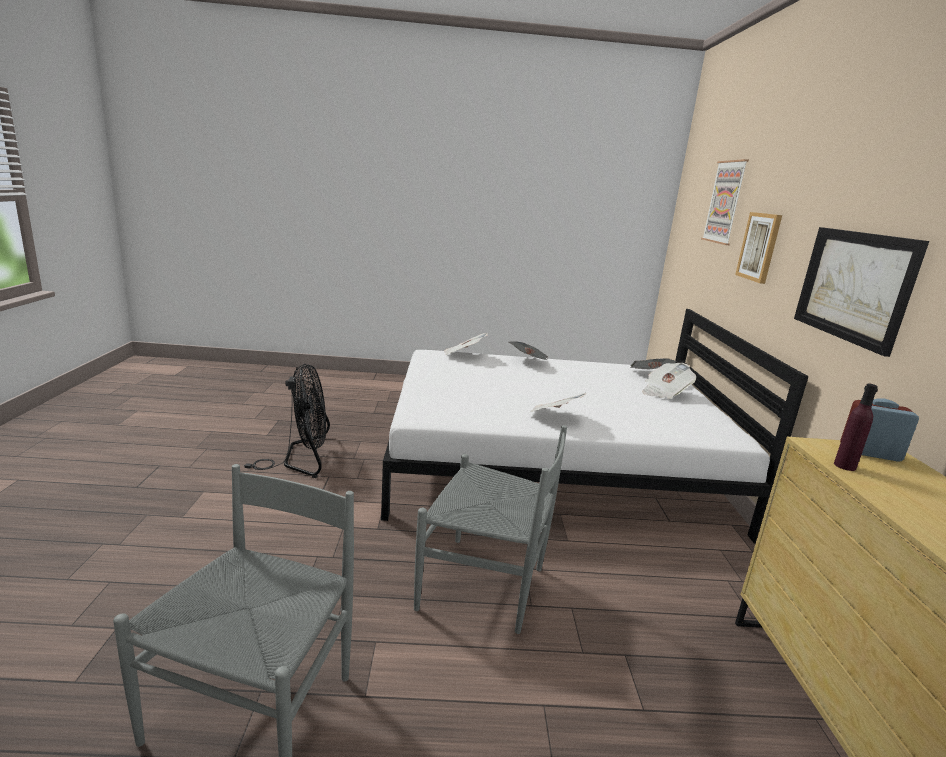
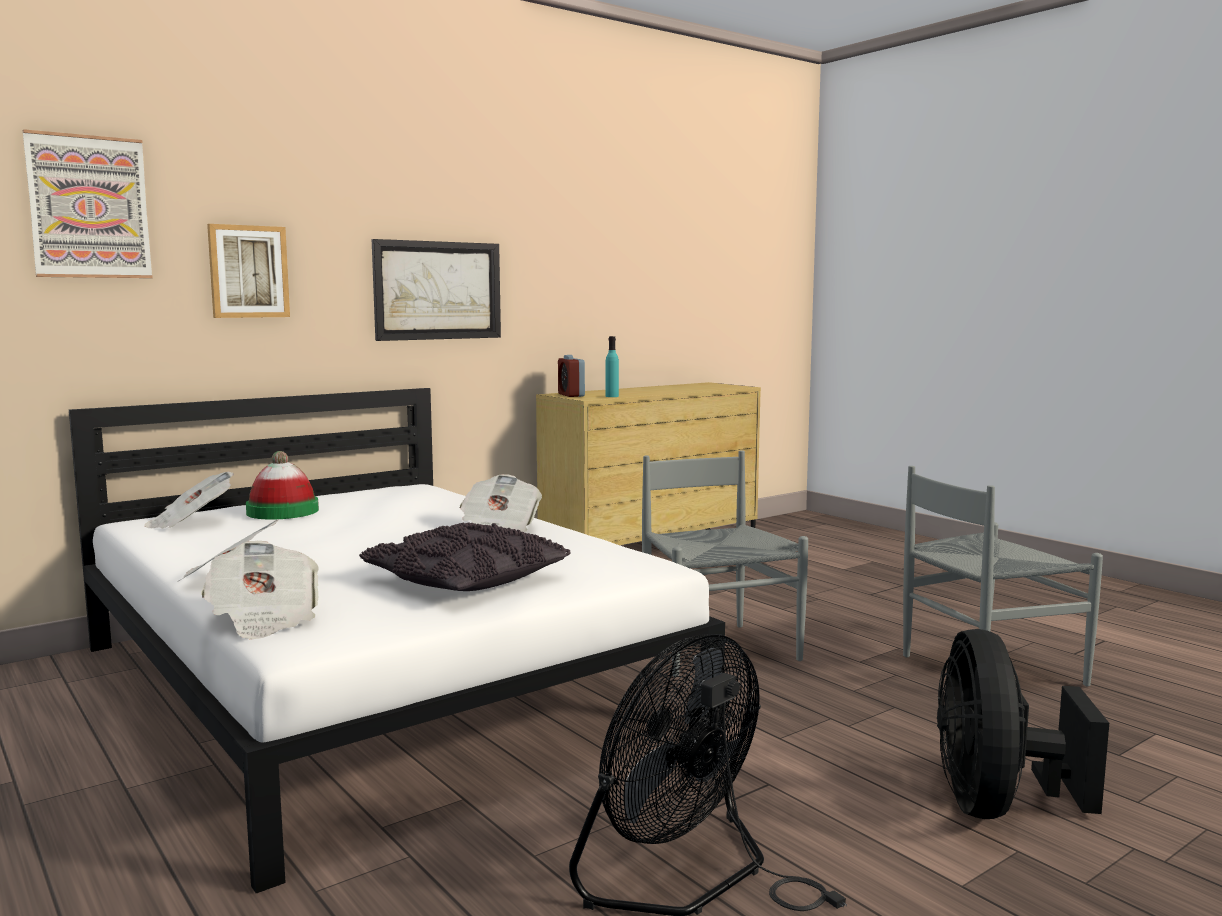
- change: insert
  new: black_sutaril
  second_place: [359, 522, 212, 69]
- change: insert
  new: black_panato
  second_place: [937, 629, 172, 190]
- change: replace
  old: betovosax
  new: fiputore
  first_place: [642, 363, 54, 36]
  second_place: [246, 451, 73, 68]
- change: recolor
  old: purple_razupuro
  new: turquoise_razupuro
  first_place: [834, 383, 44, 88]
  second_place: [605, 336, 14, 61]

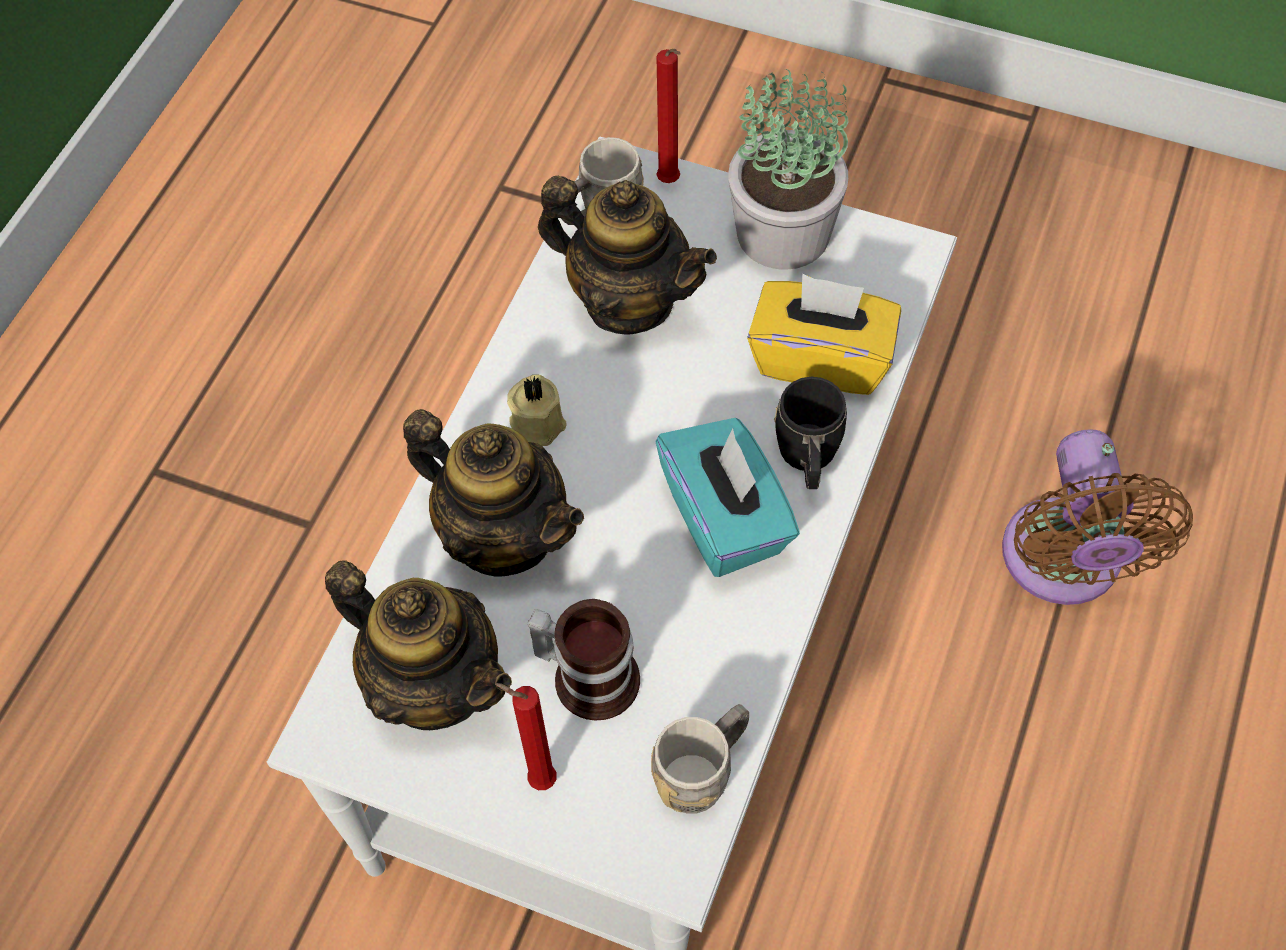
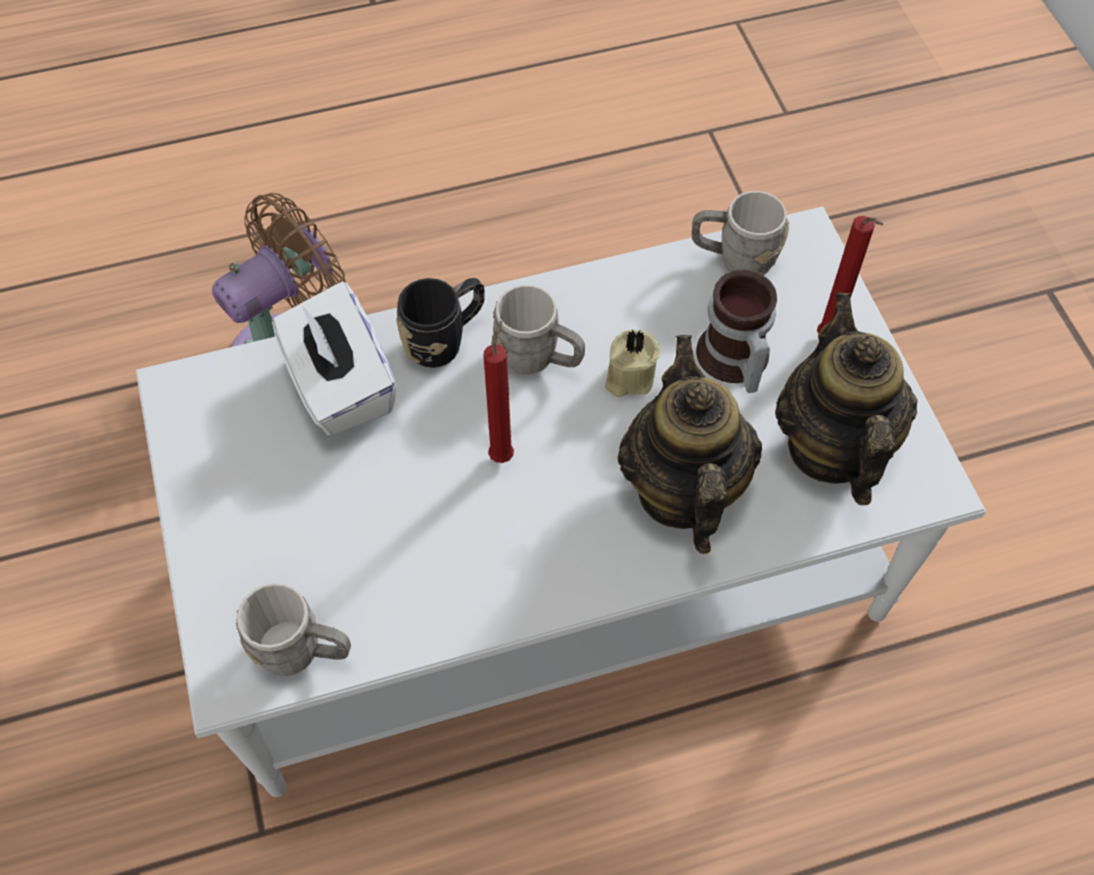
- change: delete
  old: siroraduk
  first_place: [538, 176, 179, 159]
- change: delete
  old: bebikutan
  first_place: [728, 69, 121, 201]
- change: move
  old: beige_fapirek
  first_place: [507, 374, 60, 72]
  second_place: [605, 329, 55, 68]
- change: move
  old: red_fapirek
  first_place: [656, 49, 25, 134]
  second_place: [483, 321, 31, 142]
- change: replace
  old: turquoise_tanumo
  new: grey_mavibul
  first_place: [655, 418, 145, 159]
  second_place: [493, 285, 92, 89]
- change: recolor
  old: yellow_tanumo
  new: white_tanumo
  first_place: [747, 274, 154, 121]
  second_place: [272, 282, 124, 153]

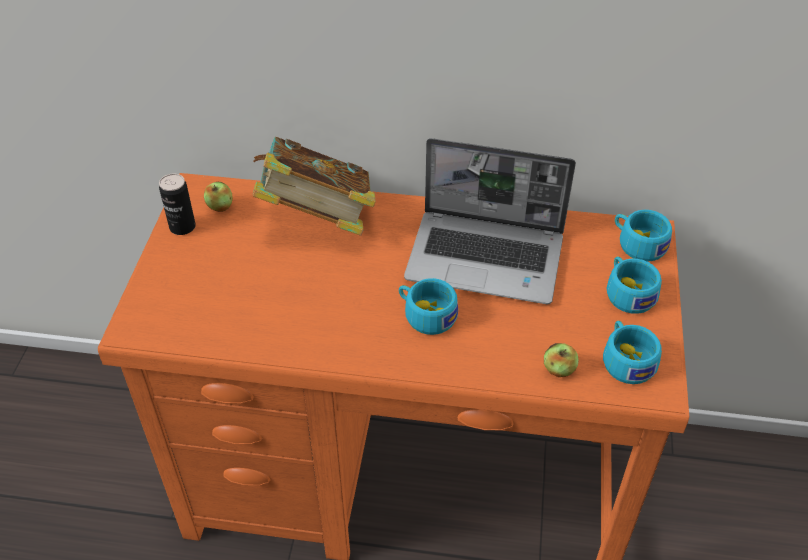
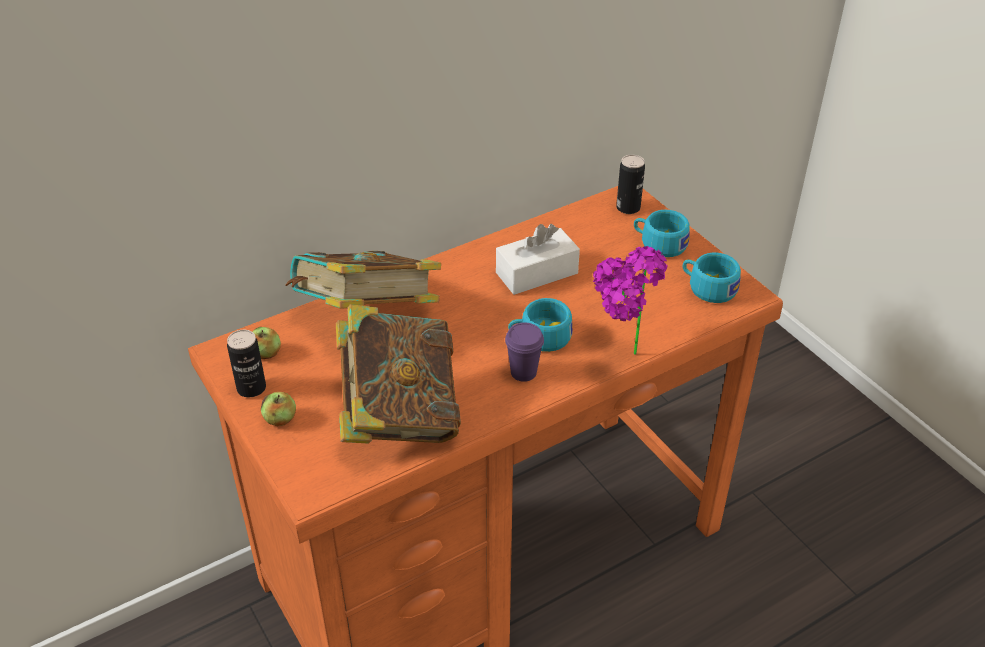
- change: insert
  new: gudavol
  second_place: [336, 304, 125, 140]
- change: insert
  new: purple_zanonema
  second_place: [505, 322, 39, 60]
- change: insert
  new: bebikutan
  second_place: [593, 246, 75, 109]
- change: move
  old: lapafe
  first_place: [544, 343, 35, 34]
  second_place: [261, 392, 35, 34]
- change: replace
  old: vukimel
  new: white_tanumo
  first_place: [404, 138, 172, 166]
  second_place: [496, 224, 84, 71]
- change: replace
  old: turquoise_zanonema
  new: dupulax
  first_place: [615, 210, 57, 52]
  second_place: [616, 155, 29, 59]

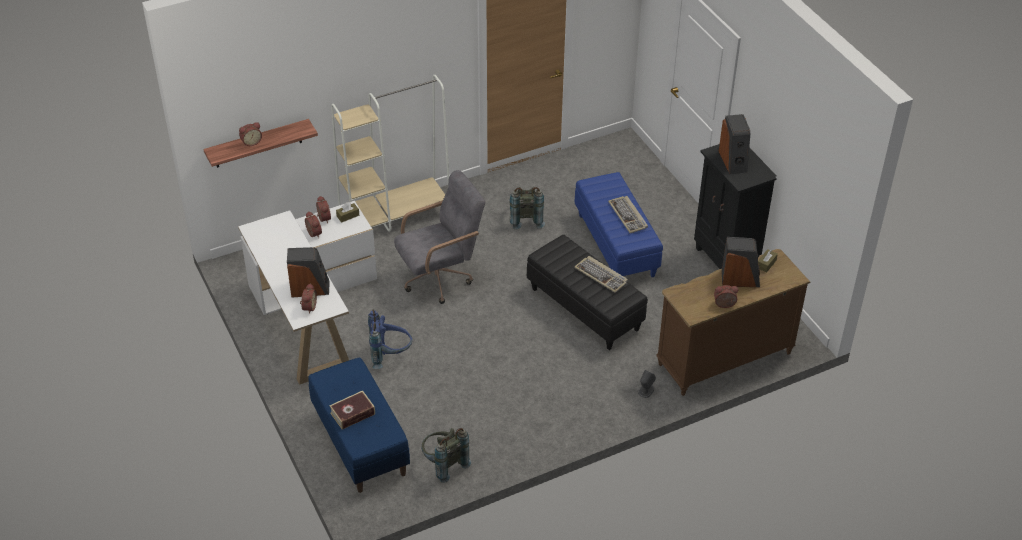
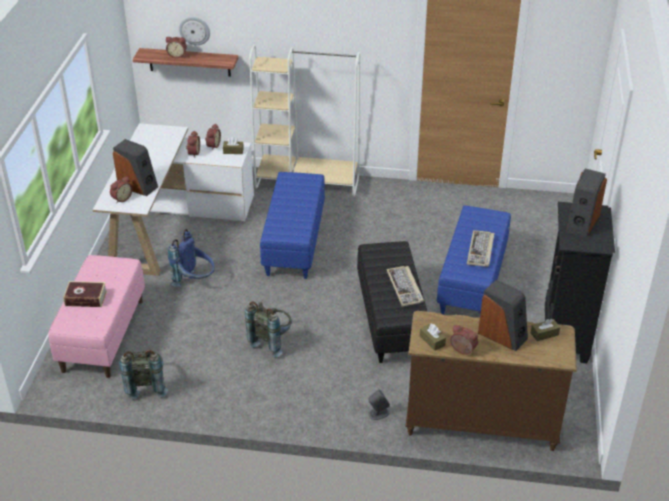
- change: insert
  new: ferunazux
  second_place: [179, 17, 31, 28]
- change: insert
  new: brown_tanumo
  second_place: [420, 323, 26, 28]
- change: move
  old: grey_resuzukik
  first_place: [509, 187, 36, 43]
  second_place: [245, 301, 47, 56]
- change: replace
  old: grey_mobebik
  new: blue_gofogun
  first_place: [394, 170, 91, 134]
  second_place: [260, 172, 65, 107]
- change: recolor
  old: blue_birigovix
  new: pink_birigovix
  first_place: [308, 357, 102, 136]
  second_place: [48, 255, 97, 123]

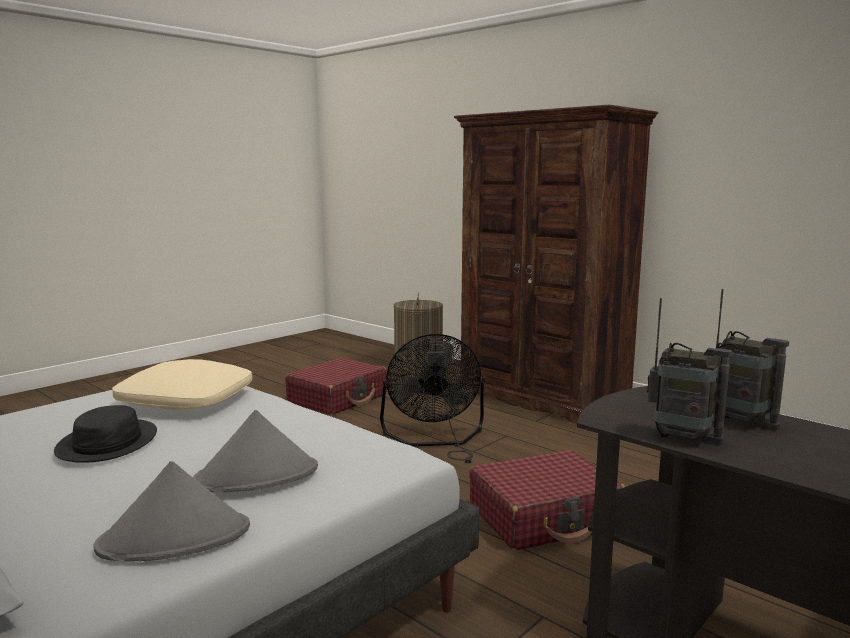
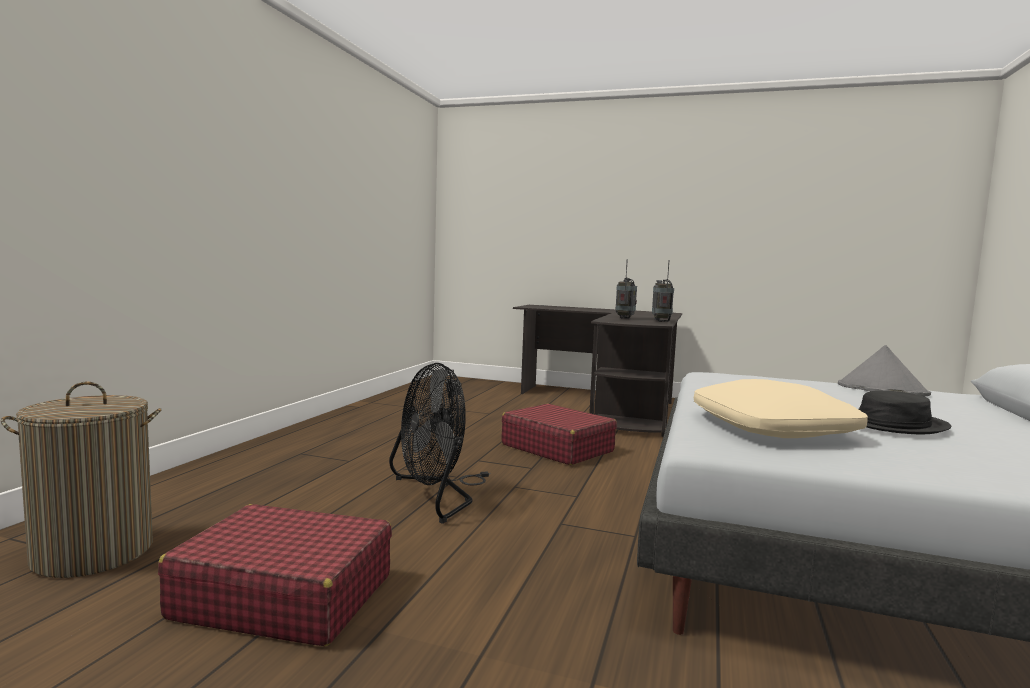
- change: delete
  old: grey_fiputore
  first_place: [193, 410, 125, 82]
- change: delete
  old: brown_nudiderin
  first_place: [454, 105, 204, 319]

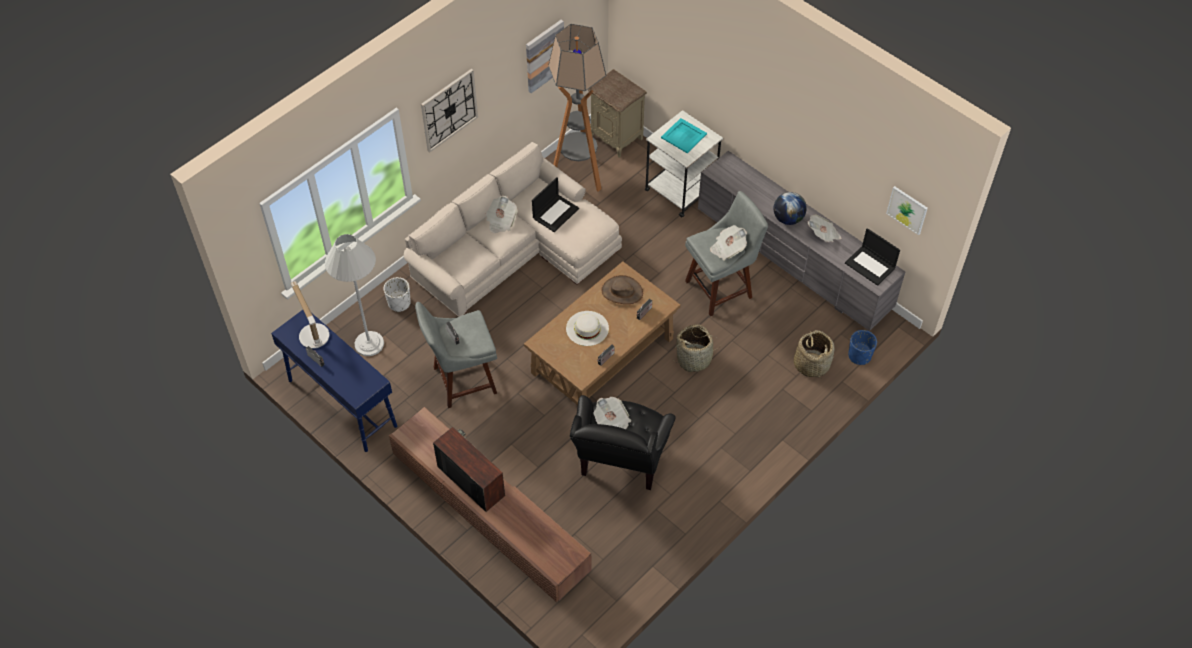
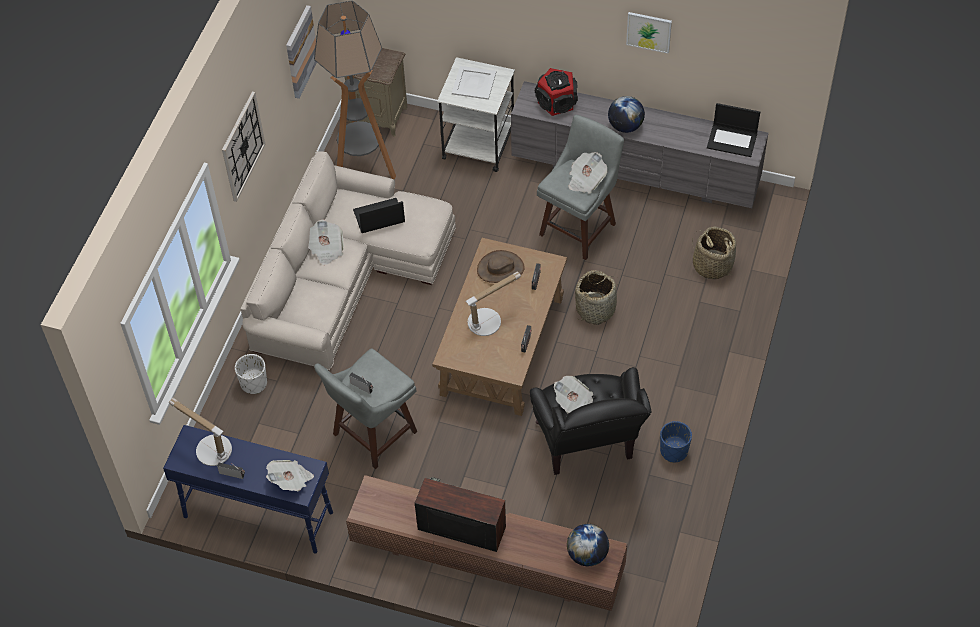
- change: delete
  old: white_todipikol
  first_place: [325, 234, 59, 122]
- change: insert
  new: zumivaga
  second_place: [535, 68, 43, 48]
- change: insert
  new: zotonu
  second_place: [567, 524, 42, 42]
- change: move
  old: betovosax
  first_place: [808, 215, 33, 27]
  second_place: [266, 460, 48, 31]
- change: move
  old: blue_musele
  first_place: [848, 330, 29, 35]
  second_place: [660, 421, 32, 42]
- change: move
  old: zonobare
  first_place: [886, 186, 42, 49]
  second_place: [626, 12, 46, 42]
- change: replace
  old: white_fiputore
  new: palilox
  first_place: [566, 311, 43, 35]
  second_place: [466, 271, 55, 65]
- change: recolor
  old: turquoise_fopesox
  new: white_fopesox
  first_place: [661, 118, 46, 35]
  second_place: [452, 66, 44, 34]
- change: rotate
  old: vukimel
  first_place: [532, 177, 47, 55]
  second_place: [353, 198, 52, 35]
  degrees: -120

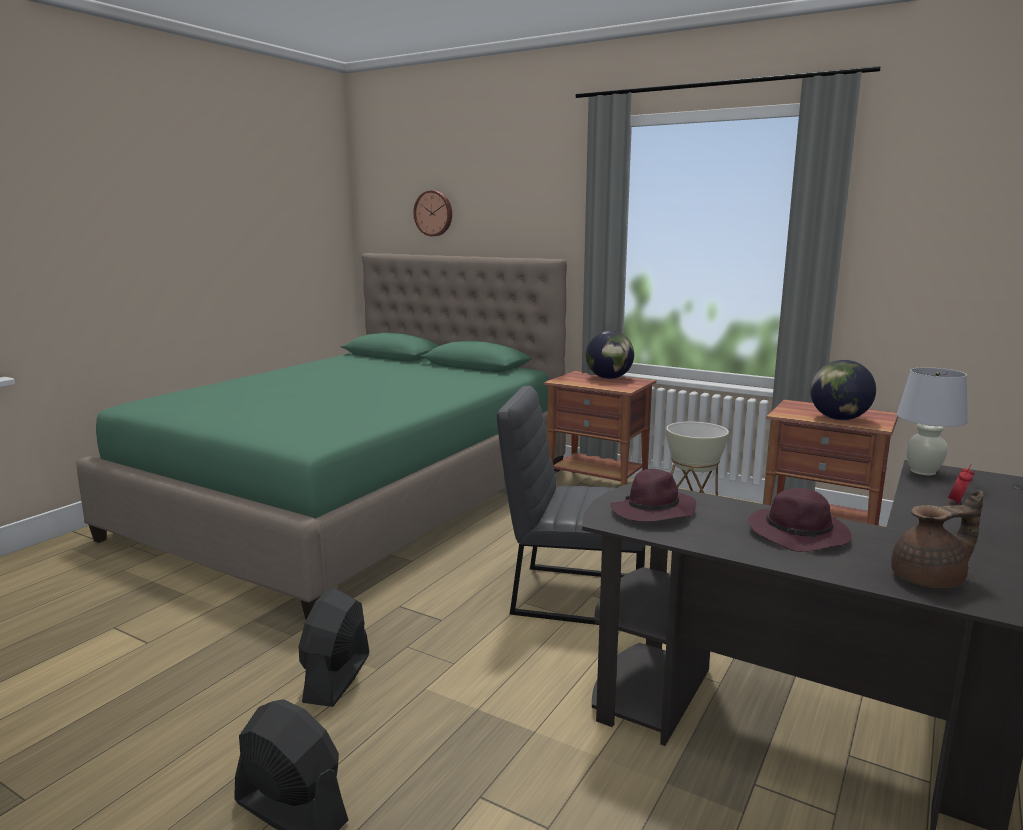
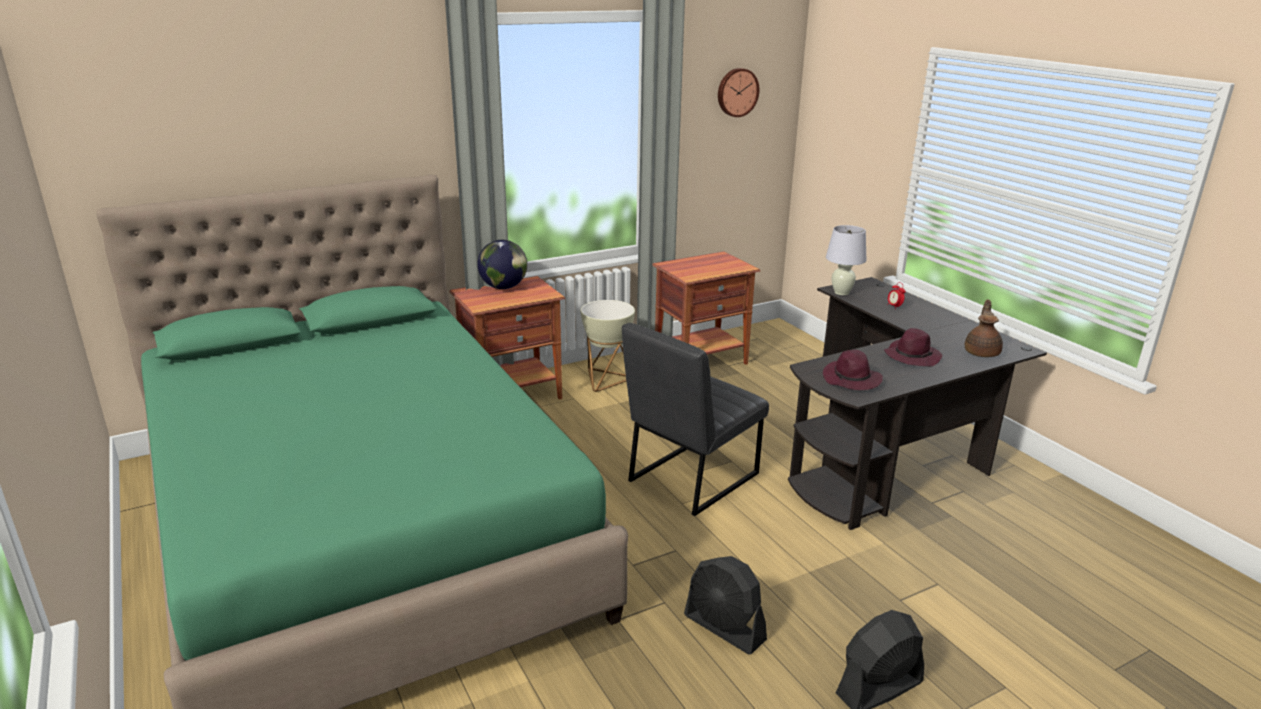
- change: delete
  old: zotonu
  first_place: [810, 360, 66, 60]
- change: move
  old: ferunazux
  first_place: [413, 190, 39, 46]
  second_place: [718, 68, 41, 49]

